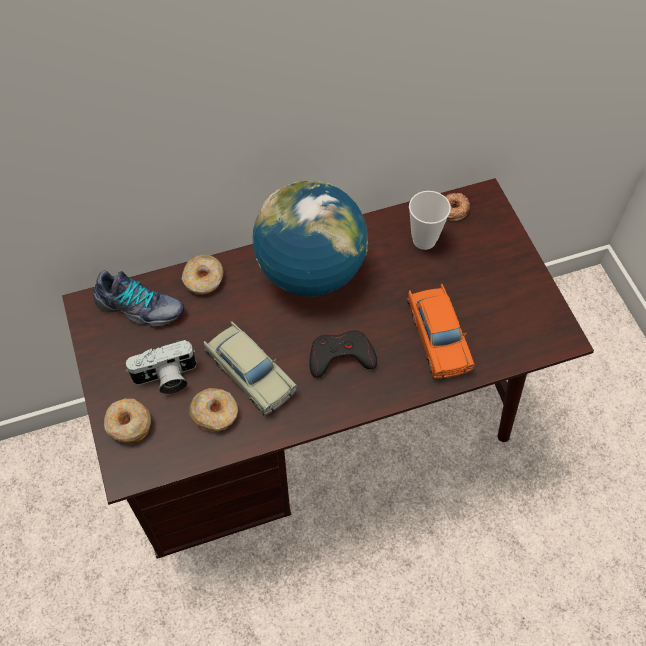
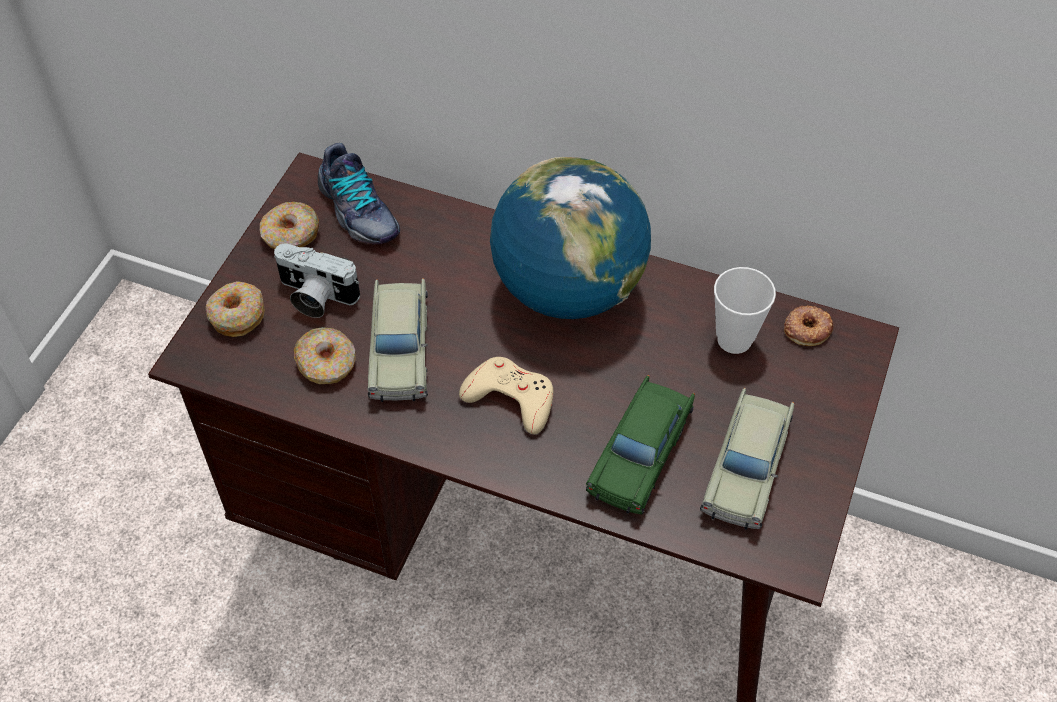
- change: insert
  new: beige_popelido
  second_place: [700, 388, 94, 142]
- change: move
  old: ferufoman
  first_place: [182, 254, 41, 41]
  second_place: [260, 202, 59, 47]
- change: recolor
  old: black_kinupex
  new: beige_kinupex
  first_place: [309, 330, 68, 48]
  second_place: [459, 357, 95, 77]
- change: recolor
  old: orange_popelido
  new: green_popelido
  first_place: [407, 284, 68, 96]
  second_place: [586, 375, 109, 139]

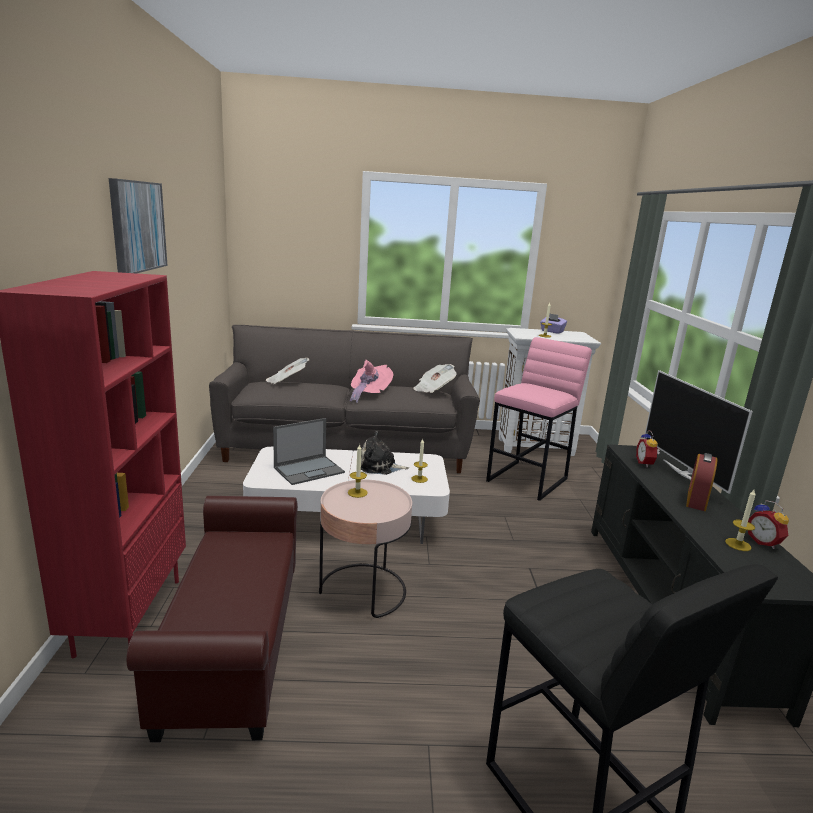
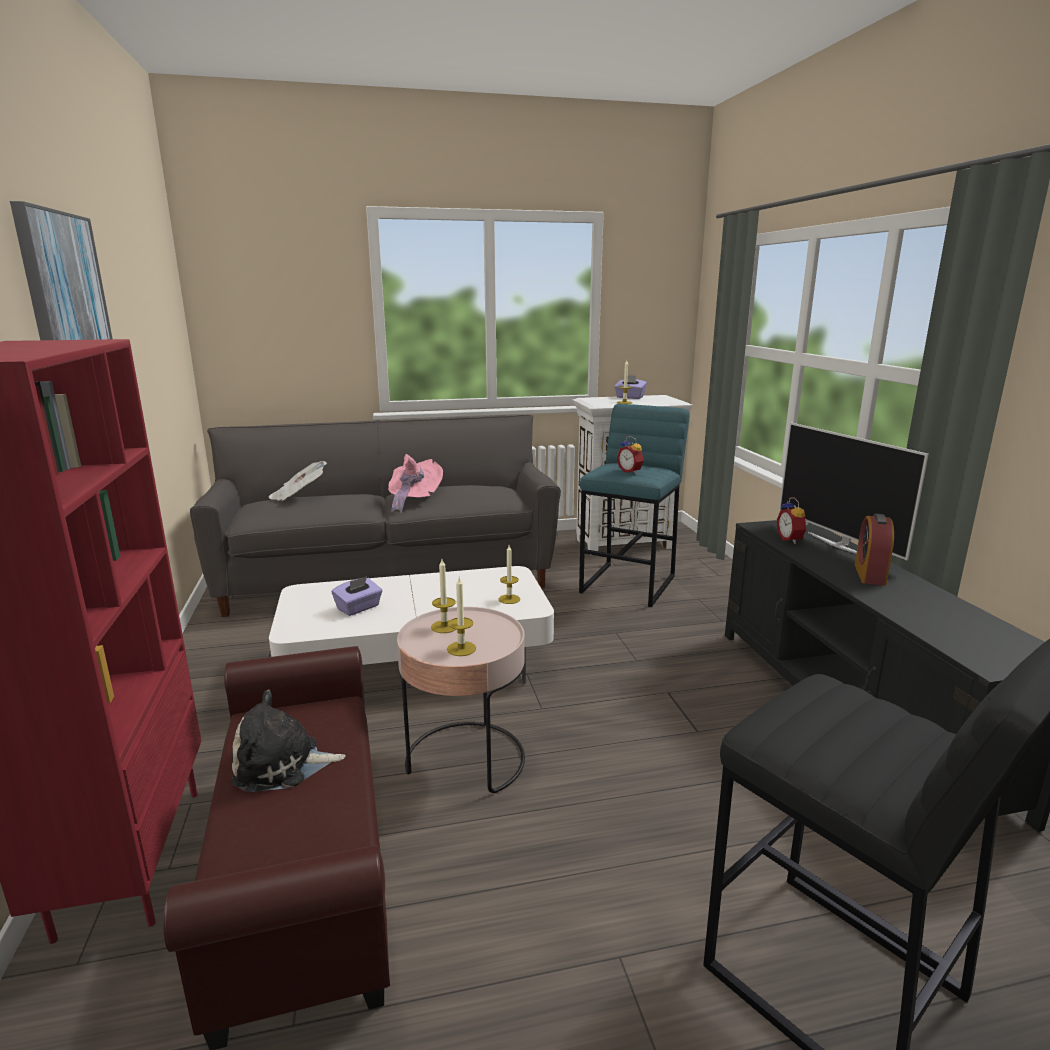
- change: delete
  old: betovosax
  first_place: [413, 364, 44, 29]
- change: move
  old: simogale
  first_place: [361, 431, 48, 44]
  second_place: [231, 689, 115, 103]
- change: move
  old: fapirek
  first_place: [725, 488, 31, 63]
  second_place: [447, 577, 29, 79]
- change: move
  old: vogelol
  first_place: [748, 500, 41, 49]
  second_place: [617, 436, 27, 38]
- change: replace
  old: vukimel
  new: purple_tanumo
  first_place: [273, 418, 72, 67]
  second_place: [332, 576, 50, 40]
- change: recolor
  old: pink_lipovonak
  new: turquoise_lipovonak
  first_place: [486, 337, 106, 164]
  second_place: [579, 404, 111, 203]

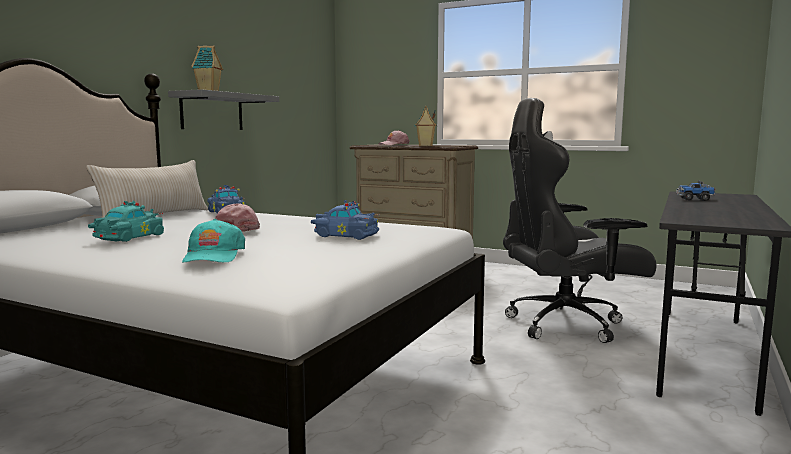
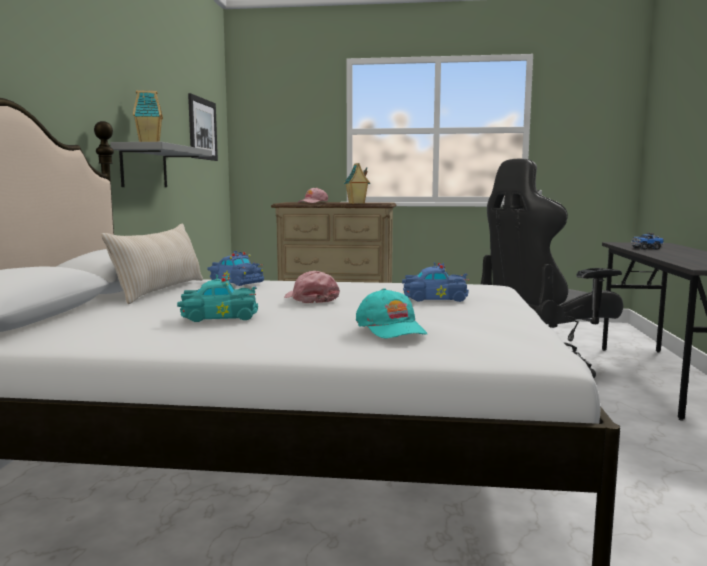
- change: insert
  new: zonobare
  second_place: [188, 93, 30, 68]
- change: rotate
  old: turquoise_popelido
  first_place: [88, 201, 76, 41]
  second_place: [177, 274, 81, 48]
  degrees: 75

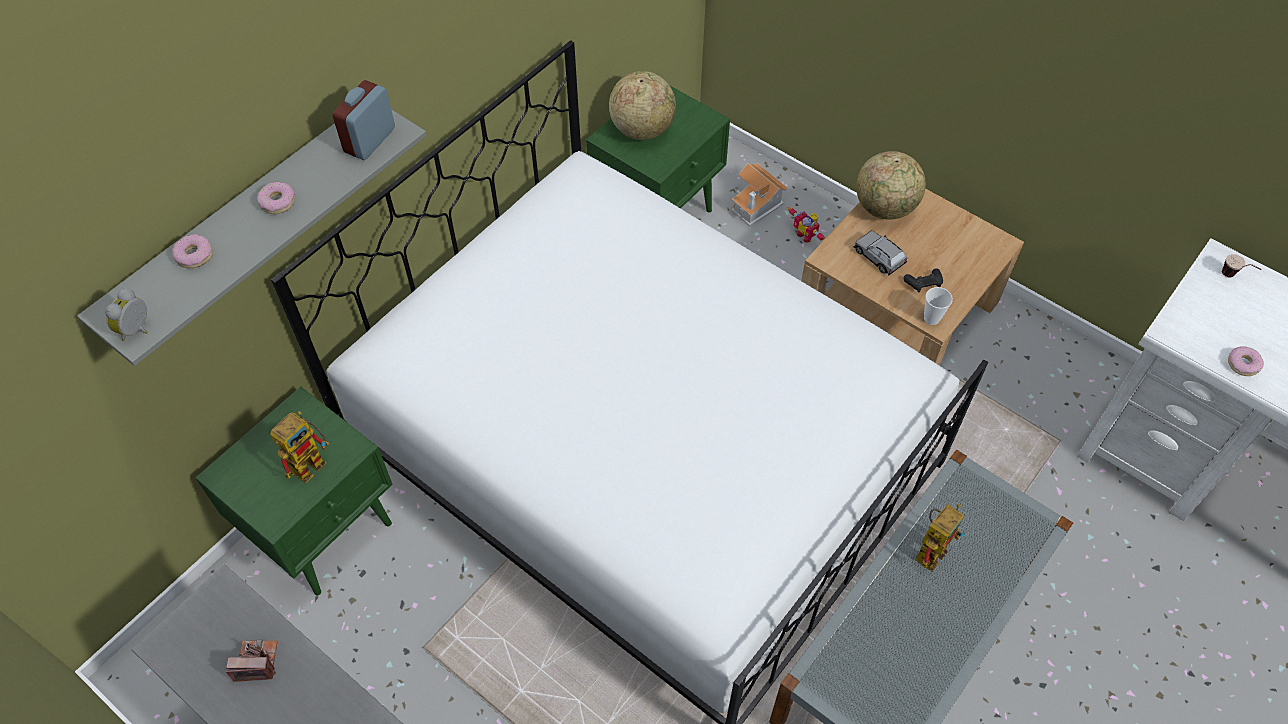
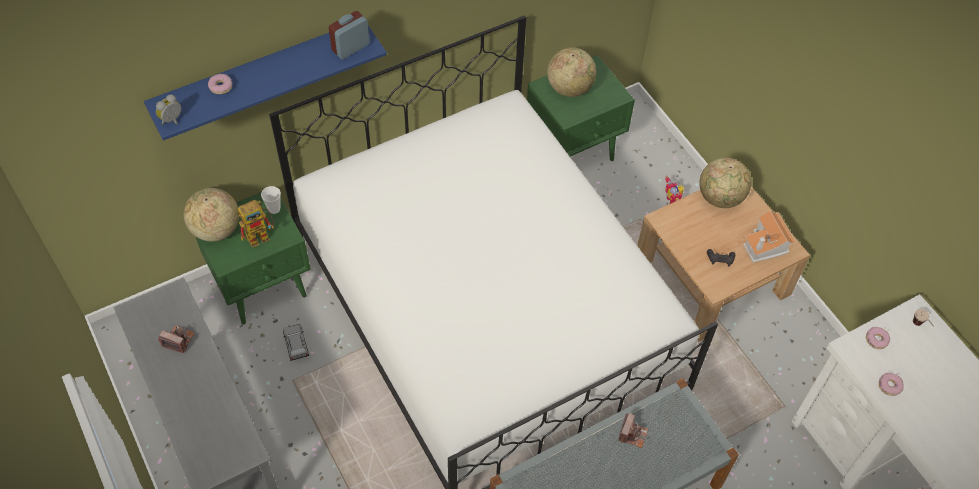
- change: insert
  new: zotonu
  second_place: [184, 188, 55, 53]
- change: move
  old: ferufoman
  first_place: [257, 182, 38, 32]
  second_place: [866, 327, 24, 22]
- change: move
  old: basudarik
  first_place: [731, 163, 57, 63]
  second_place: [743, 211, 53, 52]
- change: move
  old: grey_popelido
  first_place: [853, 230, 54, 45]
  second_place: [283, 324, 26, 37]
- change: move
  old: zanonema
  first_place: [924, 287, 29, 38]
  second_place: [261, 186, 20, 28]
- change: replace
  old: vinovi
  new: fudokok
  first_place: [915, 504, 50, 68]
  second_place: [618, 412, 30, 36]
- change: recolor
  old: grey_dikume
  new: blue_dikume
  first_place: [77, 109, 350, 257]
  second_place: [144, 26, 243, 115]

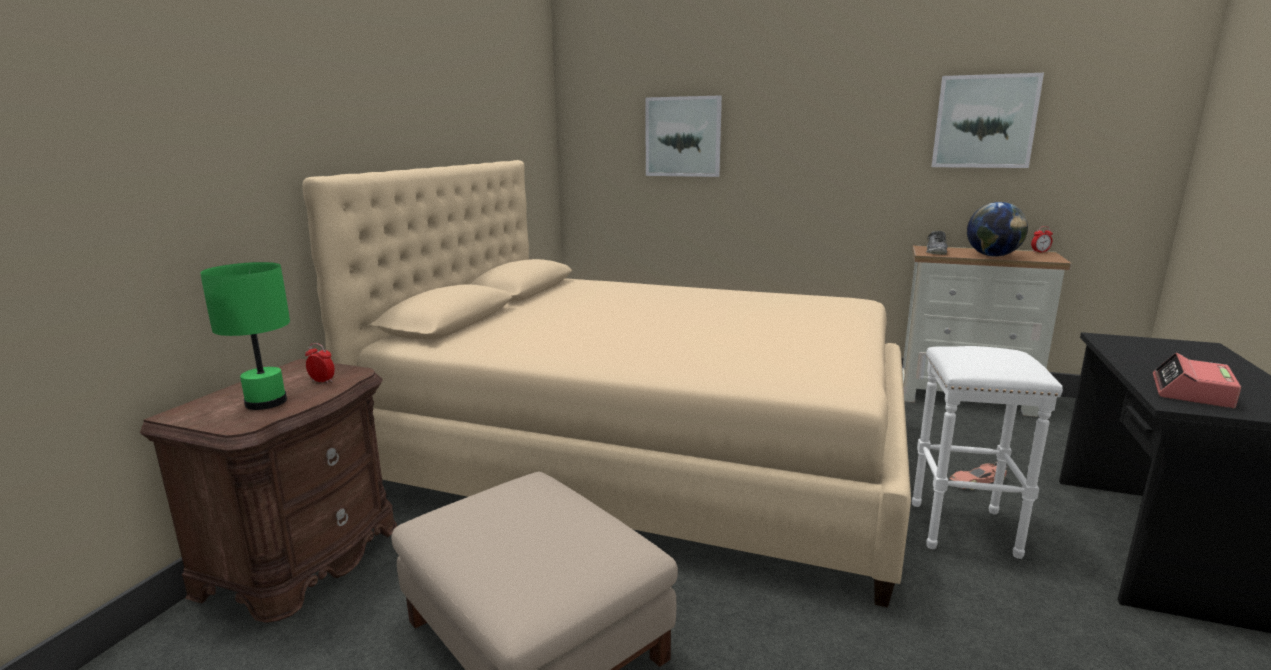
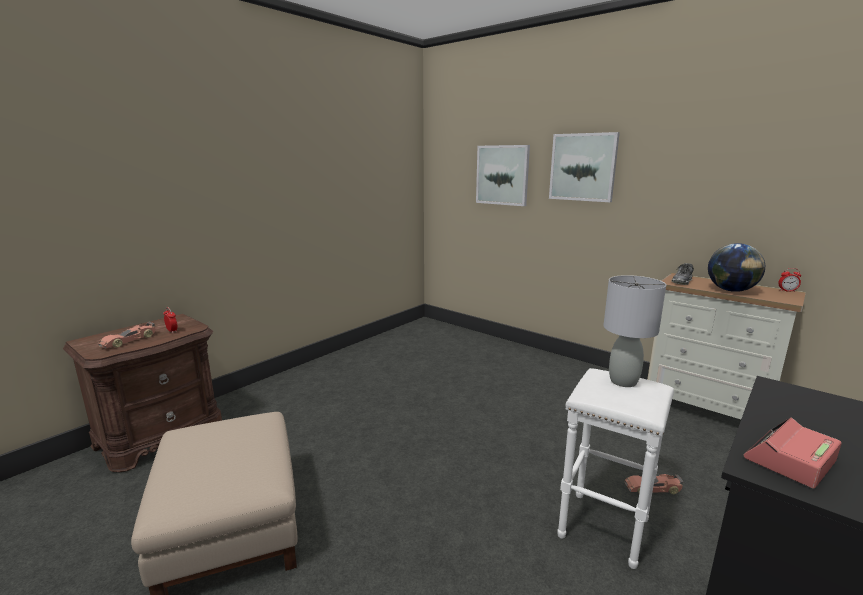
- change: delete
  old: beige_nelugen
  first_place: [302, 160, 609, 447]
- change: insert
  new: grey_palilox
  second_place: [603, 275, 63, 112]
- change: move
  old: zonobare
  first_place: [931, 73, 113, 95]
  second_place: [549, 132, 71, 70]
- change: replace
  old: green_palilox
  new: popelido
  first_place: [200, 262, 90, 148]
  second_place: [98, 322, 58, 27]

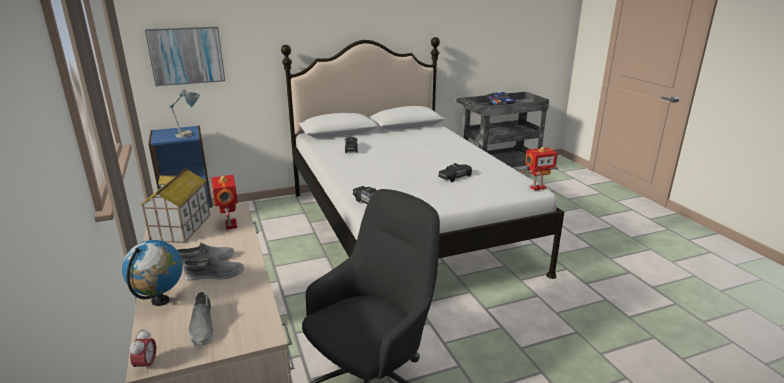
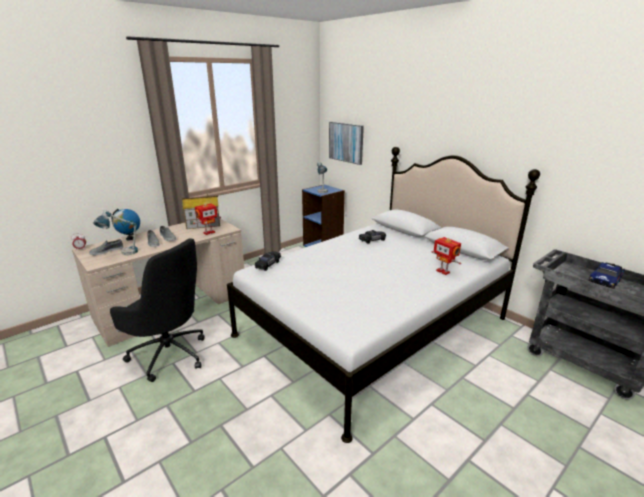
- change: delete
  old: black_popelido
  first_place: [438, 163, 34, 19]
- change: insert
  new: palilox
  second_place: [93, 210, 45, 45]
- change: move
  old: vinovi
  first_place: [521, 147, 37, 44]
  second_place: [432, 237, 29, 38]

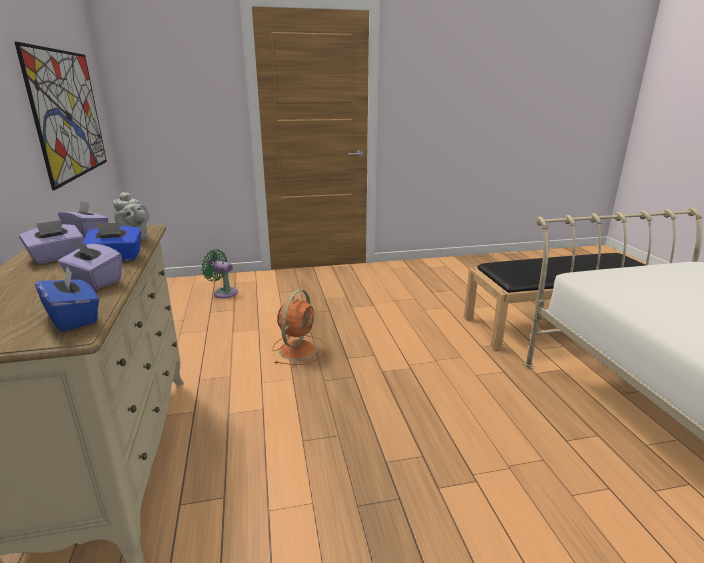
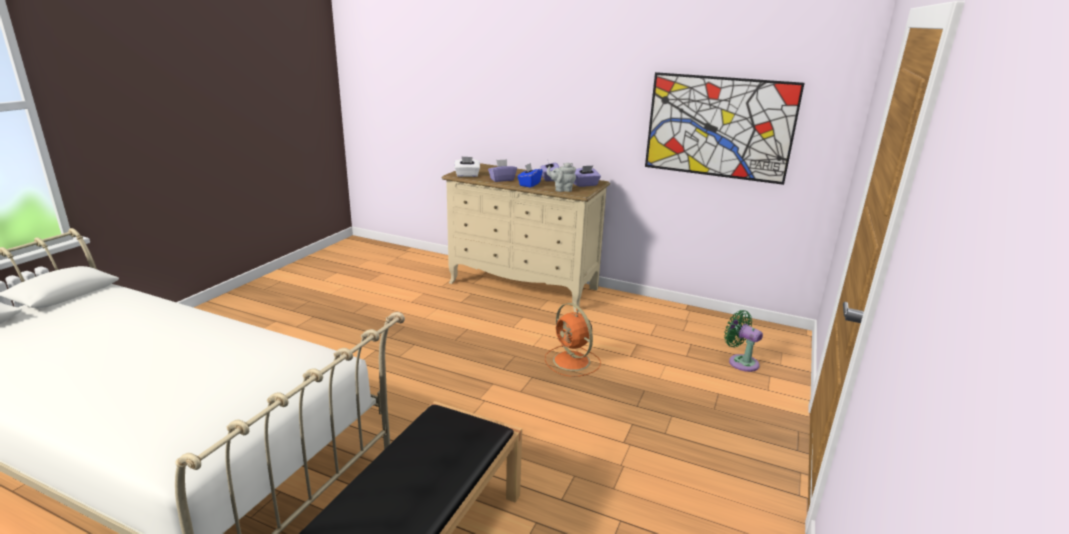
- change: recolor
  old: blue_tanumo
  new: white_tanumo
  first_place: [35, 267, 64, 65]
  second_place: [454, 157, 26, 20]
- change: rotate
  old: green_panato
  first_place: [201, 249, 37, 49]
  second_place: [724, 310, 39, 62]
  degrees: -105

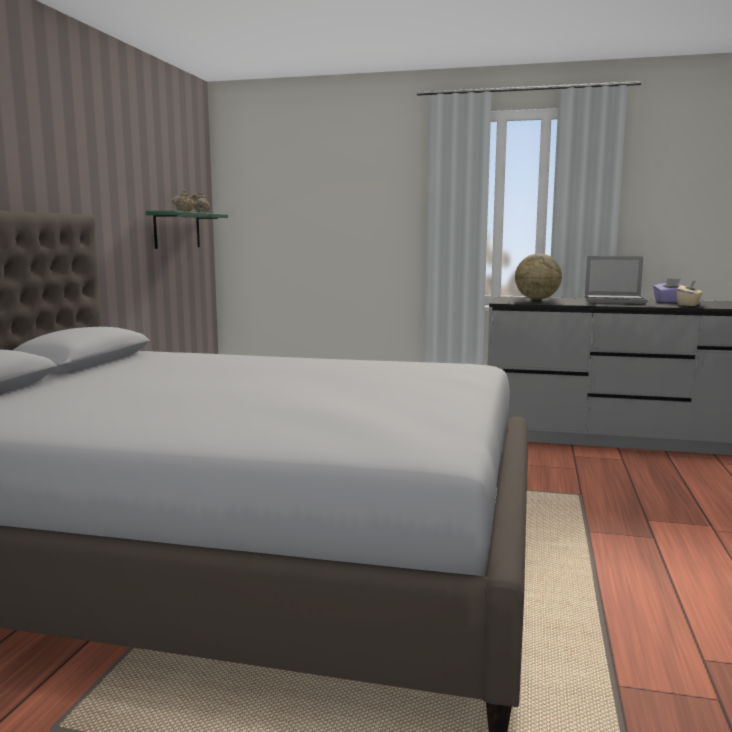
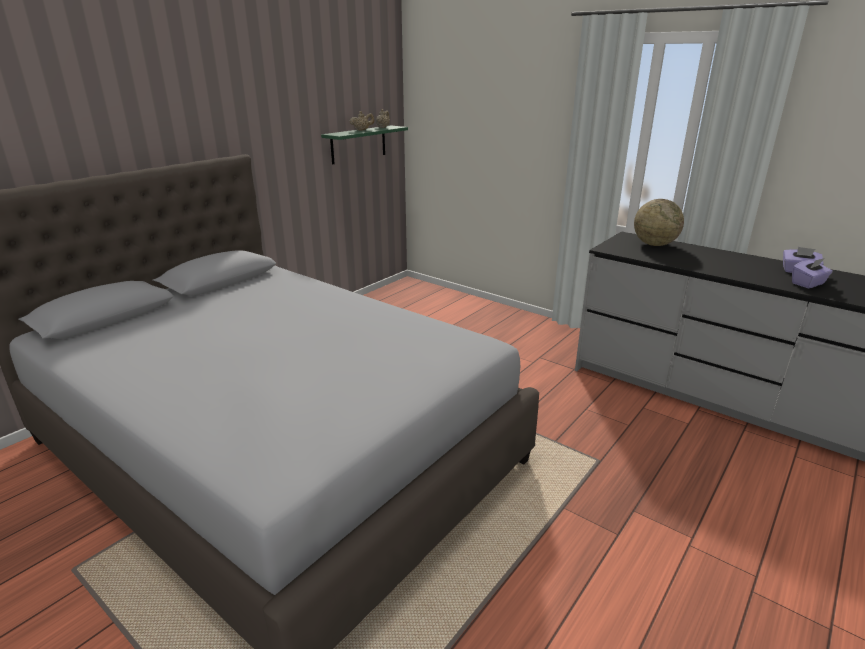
- change: delete
  old: vukimel
  first_place: [585, 256, 62, 48]
- change: recolor
  old: beige_tanumo
  new: purple_tanumo
  first_place: [677, 281, 26, 25]
  second_place: [792, 258, 41, 30]

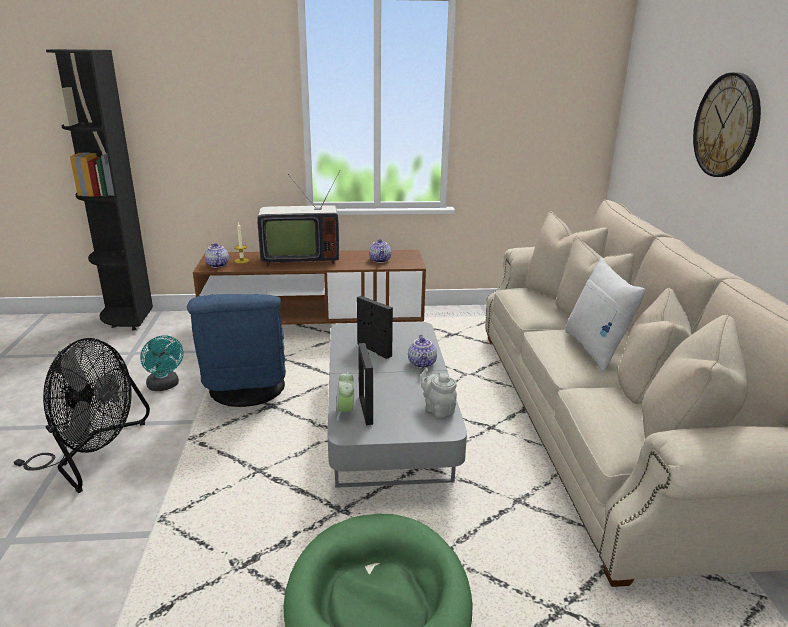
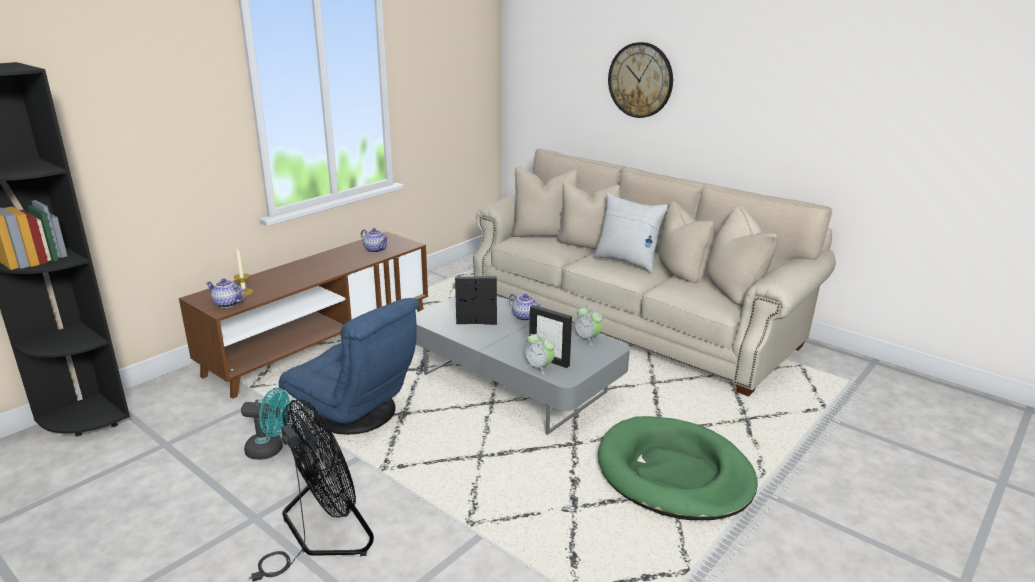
- change: delete
  old: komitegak
  first_place: [257, 171, 83, 95]
- change: replace
  old: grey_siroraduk
  new: vogelol
  first_place: [420, 368, 37, 50]
  second_place: [574, 305, 28, 40]

